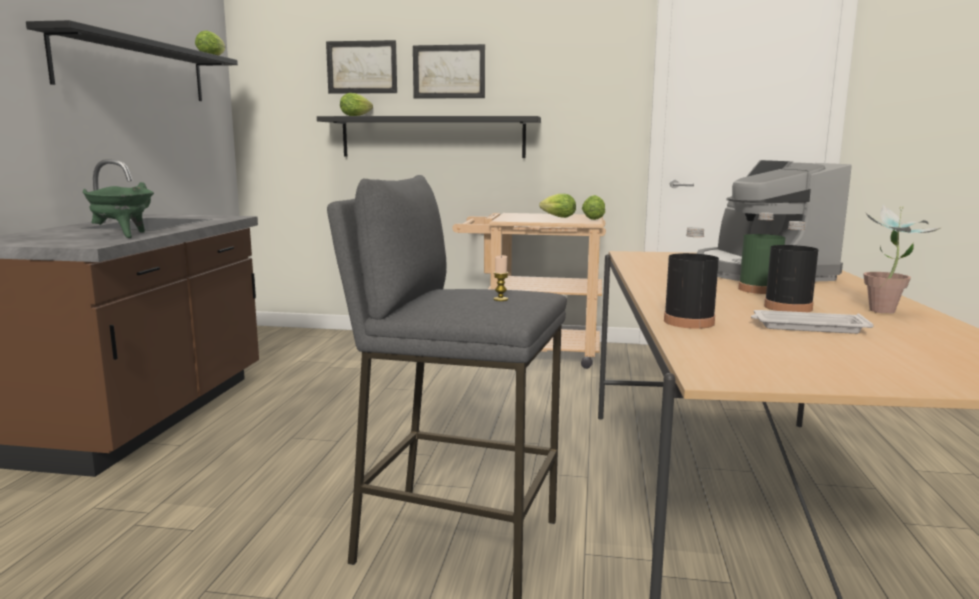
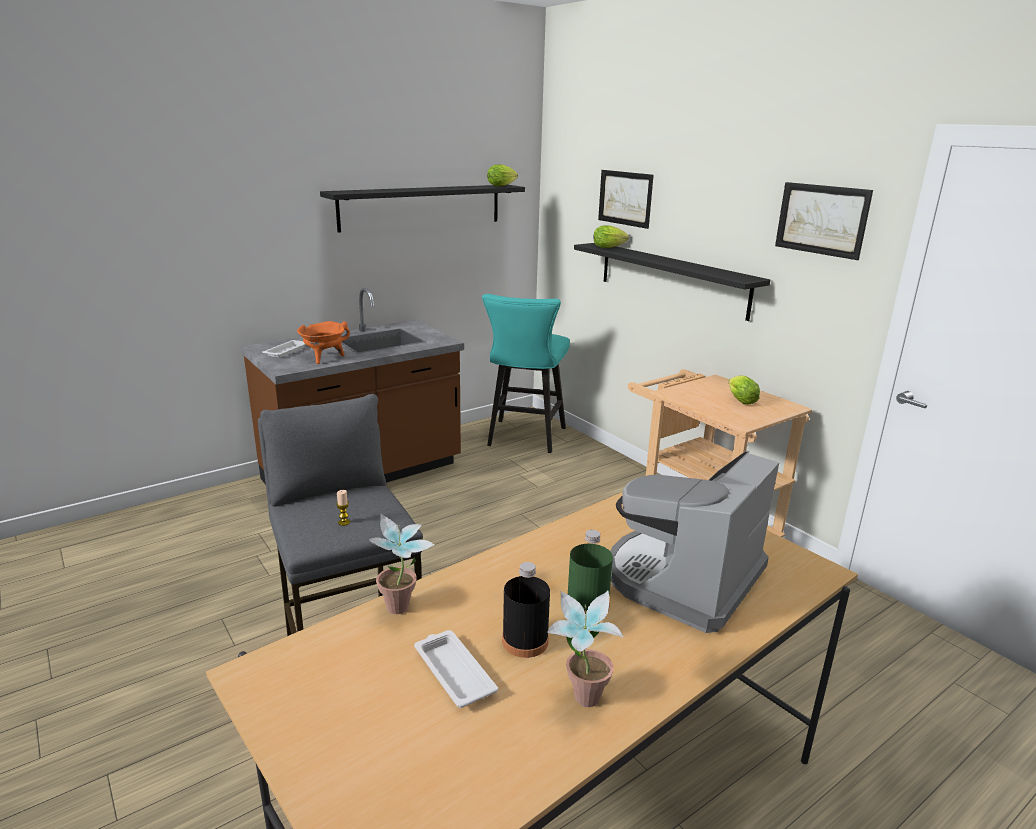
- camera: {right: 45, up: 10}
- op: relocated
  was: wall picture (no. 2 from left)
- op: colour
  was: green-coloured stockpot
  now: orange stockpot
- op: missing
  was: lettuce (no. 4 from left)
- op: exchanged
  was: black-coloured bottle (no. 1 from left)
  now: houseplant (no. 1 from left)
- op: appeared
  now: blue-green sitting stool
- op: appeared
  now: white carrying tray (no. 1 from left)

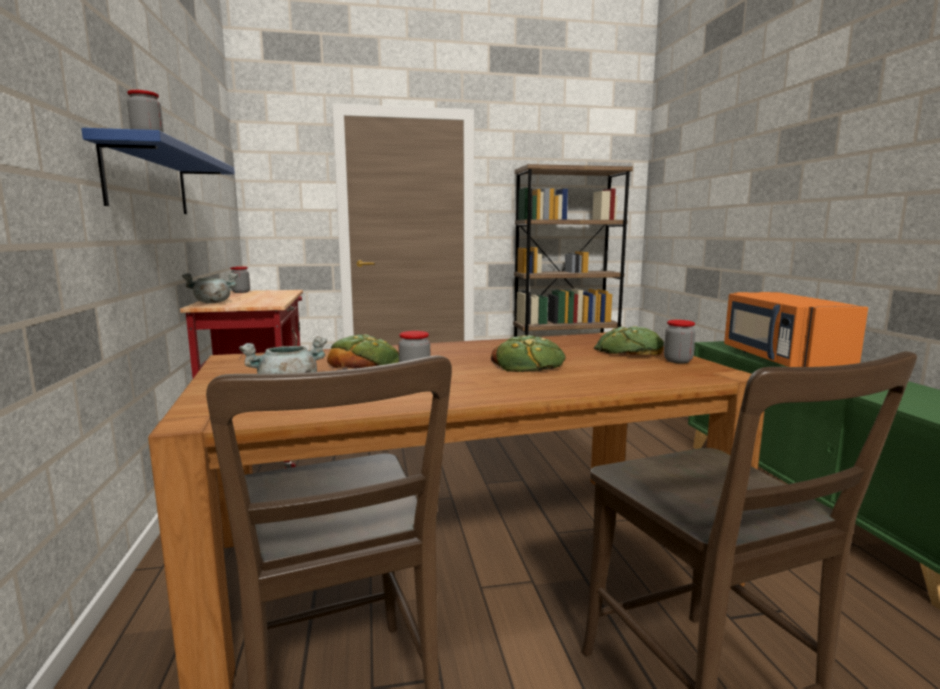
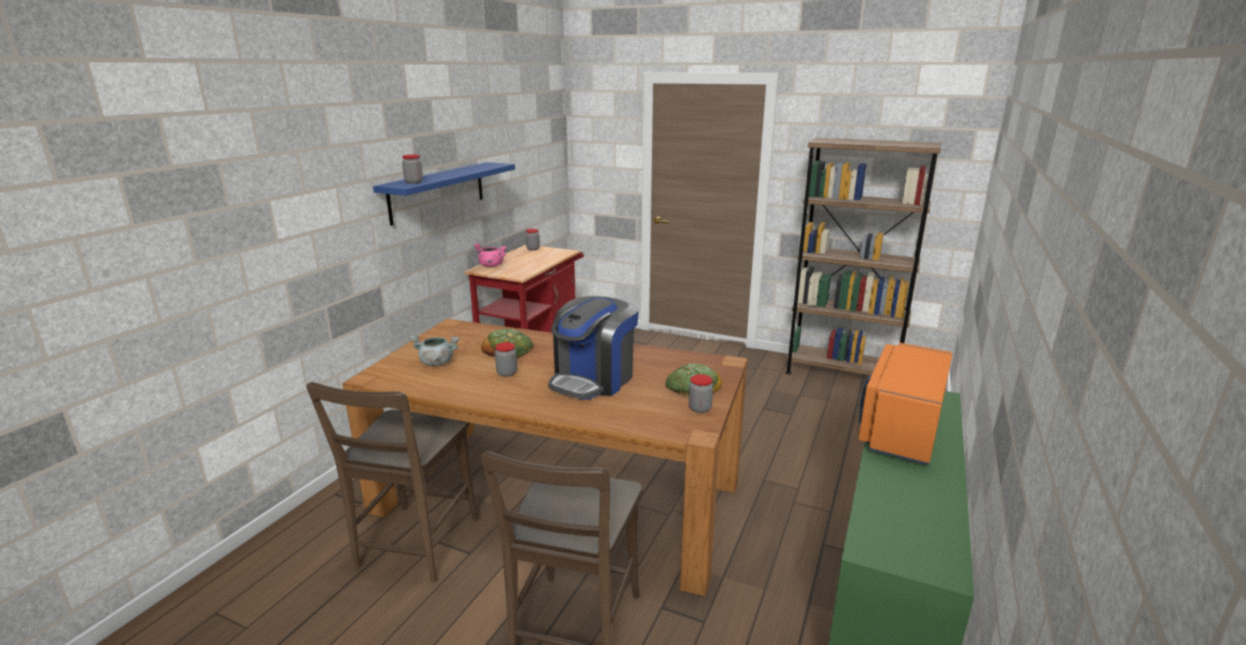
- camera: {right: 35, up: 10}
- op: colour
  was: grey stockpot (no. 1 from left)
  now: pinkish stockpot
- op: exchanged
  was: bakery bread (no. 2 from left)
  now: coffee machine

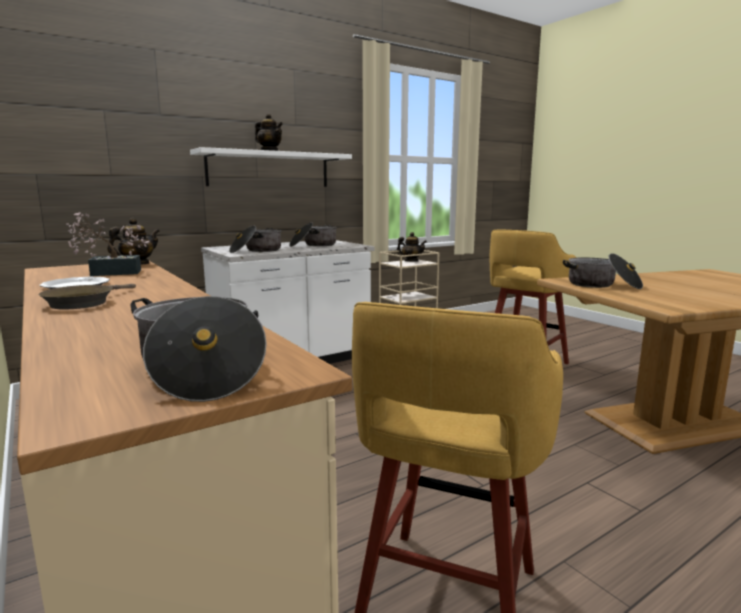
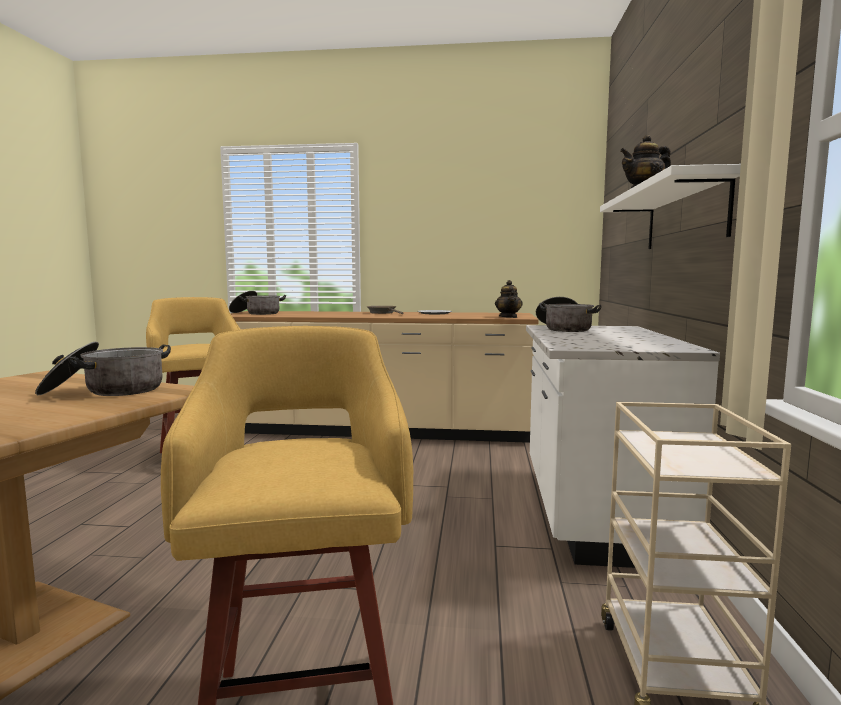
- camera: {right: 130, up: -5}
- op: missing
  was: houseplant
- op: missing
  was: stockpot (no. 3 from left)
- op: missing
  was: pot for tea (no. 3 from left)

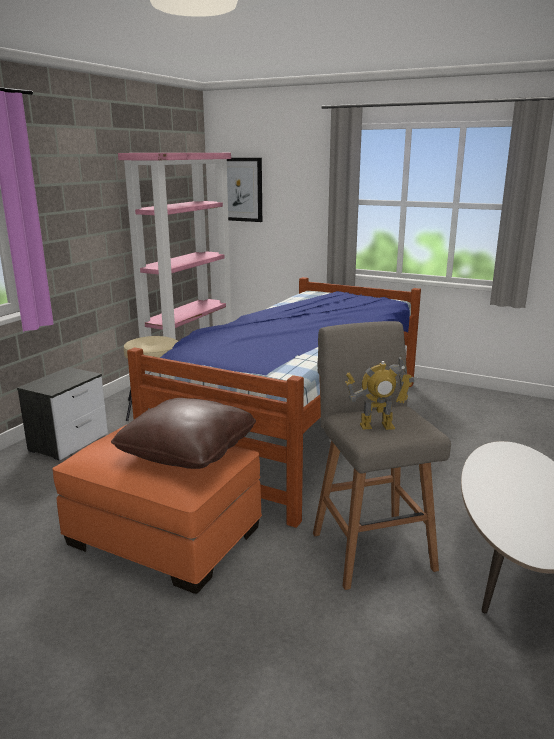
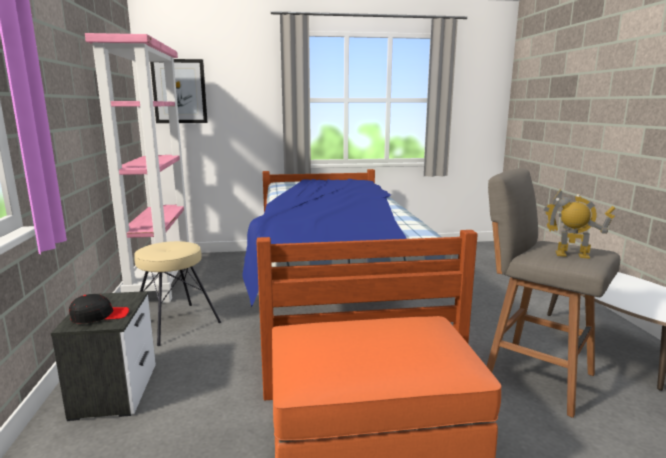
- camera: {right: -35, up: -5}
- op: spun
  was: model robot
  clockwise: -120
- op: missing
  was: brownish cushion
- op: appeared
  now: black-coloured baseball cap

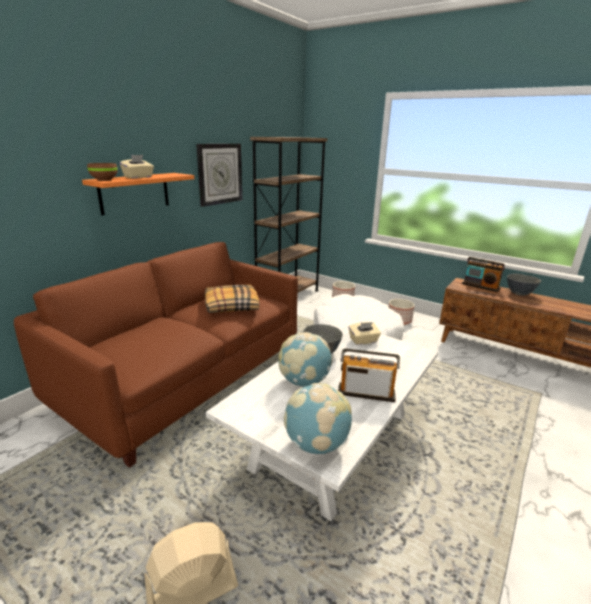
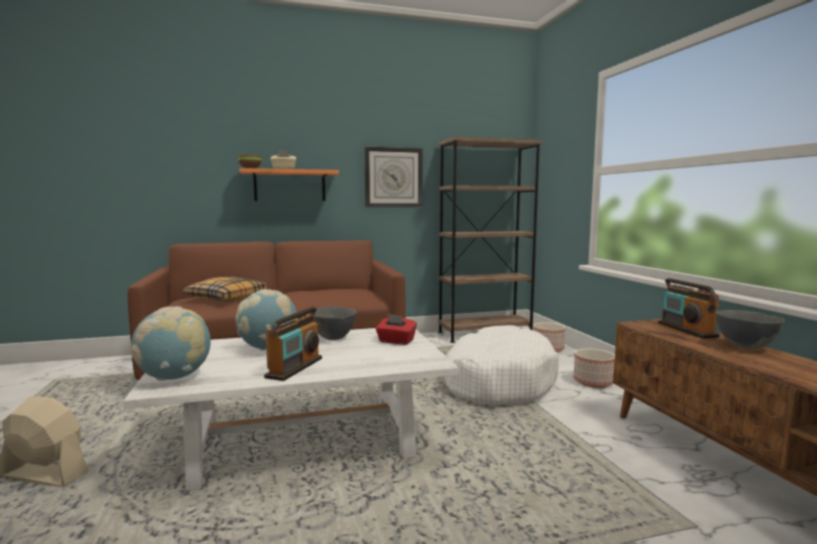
- camera: {right: 40, up: -15}
- op: relocated
  was: cushion
- op: colour
  was: sand-coloured box of tissues (no. 2 from left)
  now: red-coloured box of tissues
- op: spun
  was: radio receiver (no. 1 from left)
  clockwise: 60

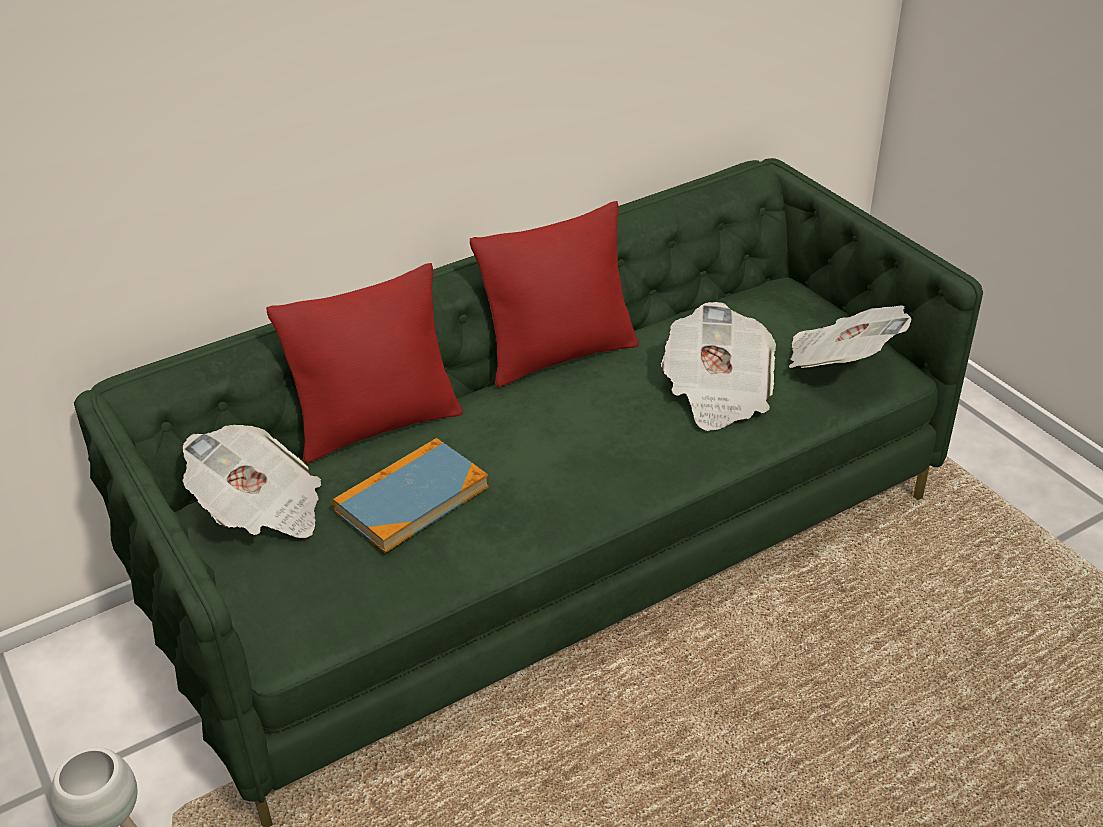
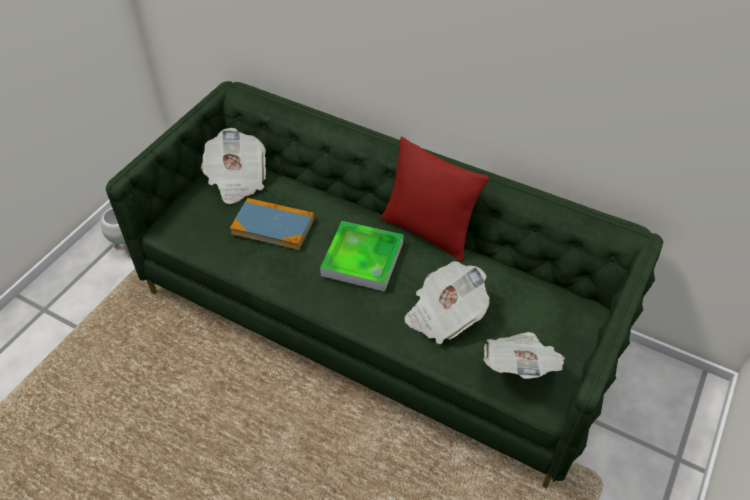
- camera: {right: 60, up: 10}
- op: missing
  was: red-coloured cushion (no. 1 from left)
- op: appeared
  now: carrying tray

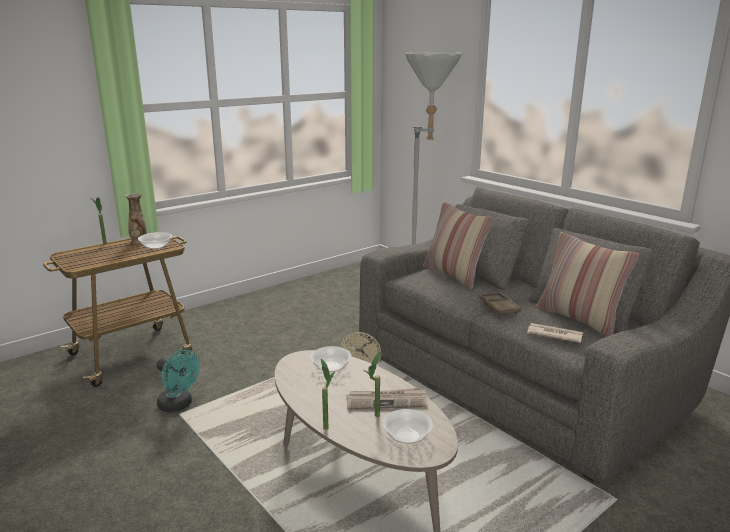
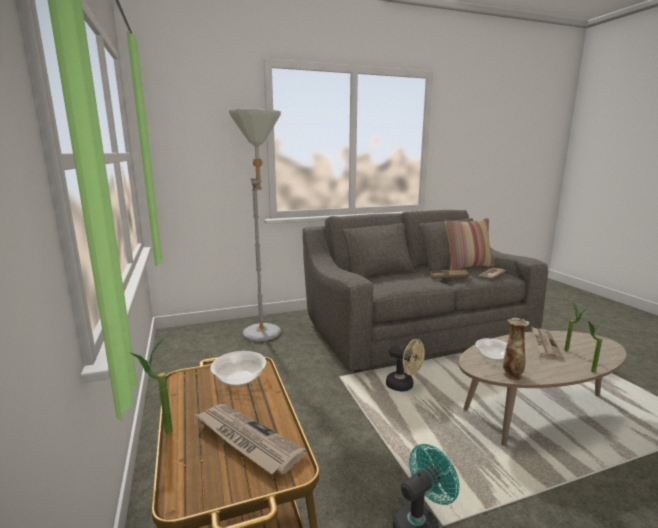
- camera: {right: -70, up: -5}
- op: relocated
  was: decorative vase
- op: missing
  was: cushion (no. 1 from left)
- op: missing
  was: serving bowl (no. 3 from left)
- op: appeared
  now: newspaper (no. 1 from left)

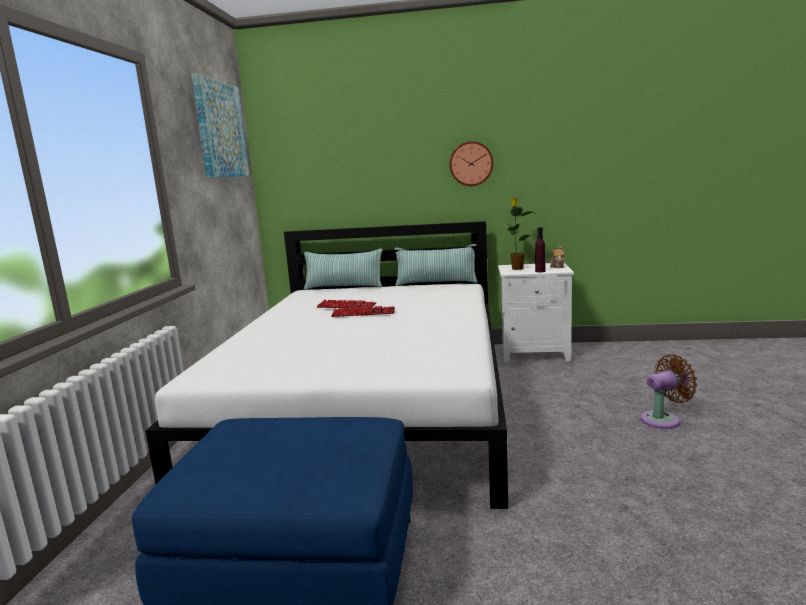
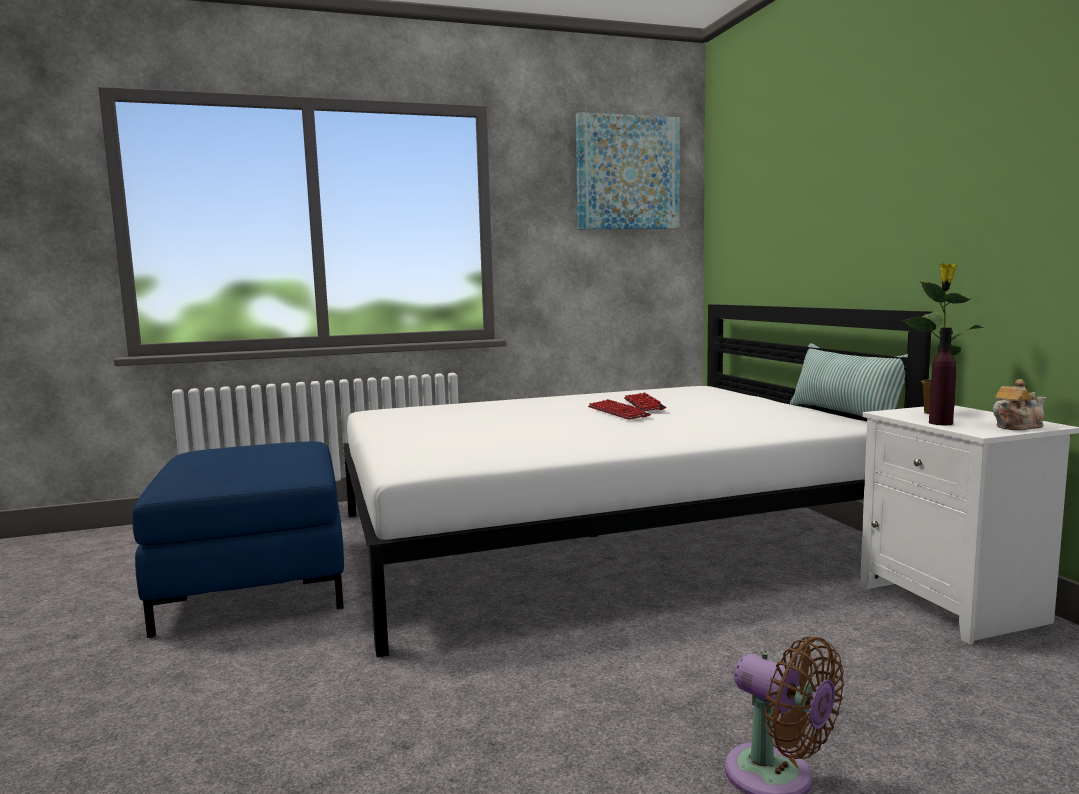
- camera: {right: 65, up: -5}
- op: missing
  was: clock on the wall
- op: missing
  was: cushion (no. 1 from left)

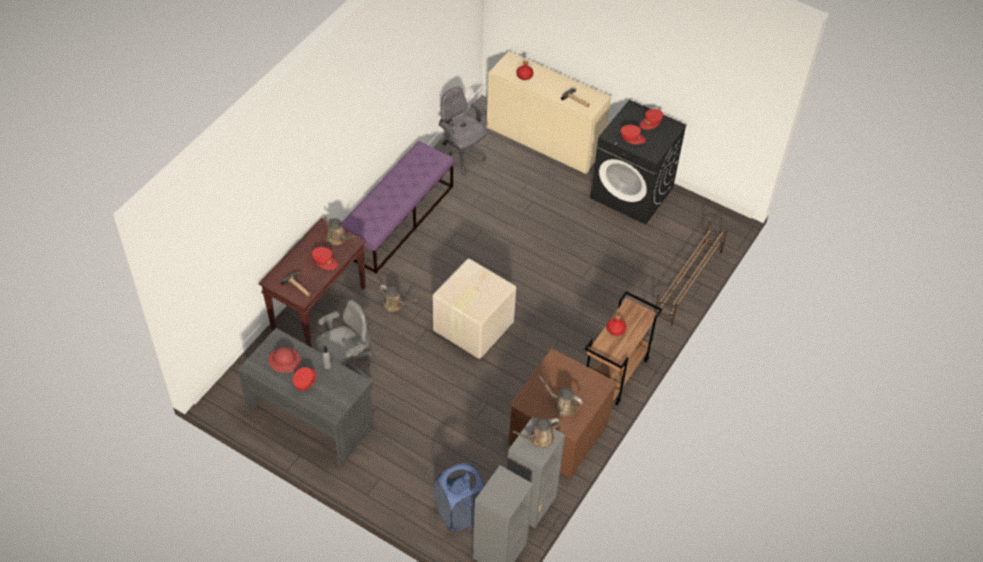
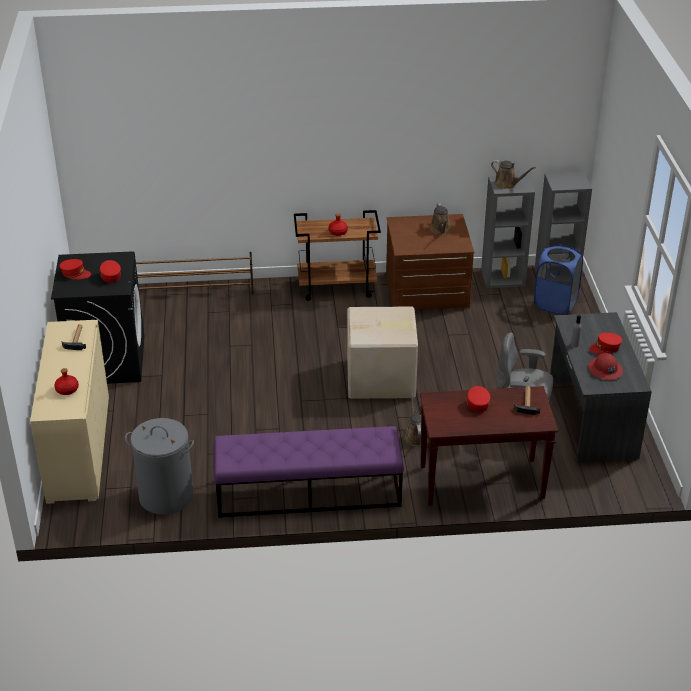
- camera: {right: -125, up: -15}
- op: exchanged
  was: grey computer chair (no. 2 from left)
  now: grey hamper
- op: missing
  was: brownish watering can (no. 1 from left)

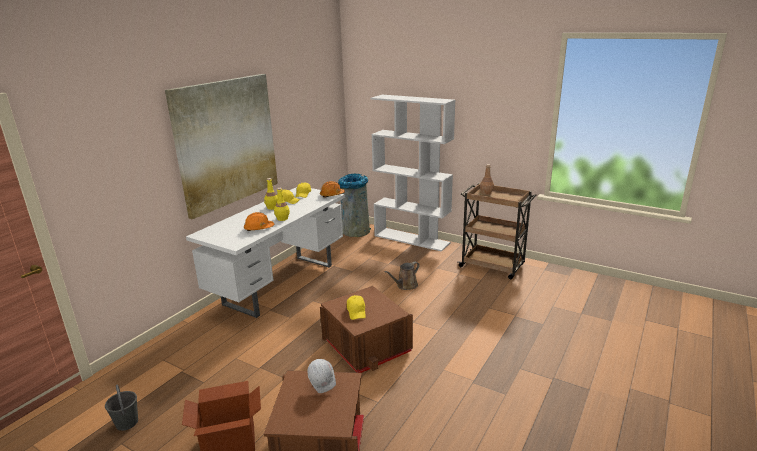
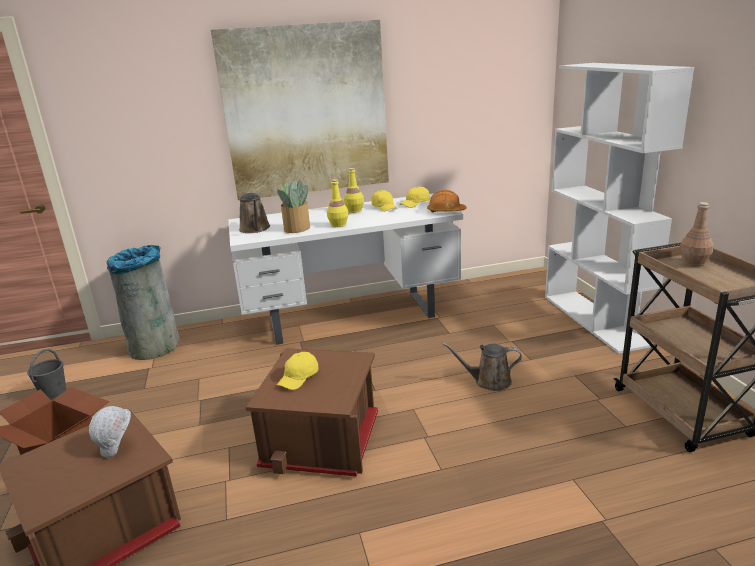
- camera: {right: 45, up: 0}
- op: relocated
  was: grey waste bin
- op: exchanged
  was: orange hard hat (no. 1 from left)
  now: houseplant
- op: appeared
  now: brownish watering can (no. 1 from left)

